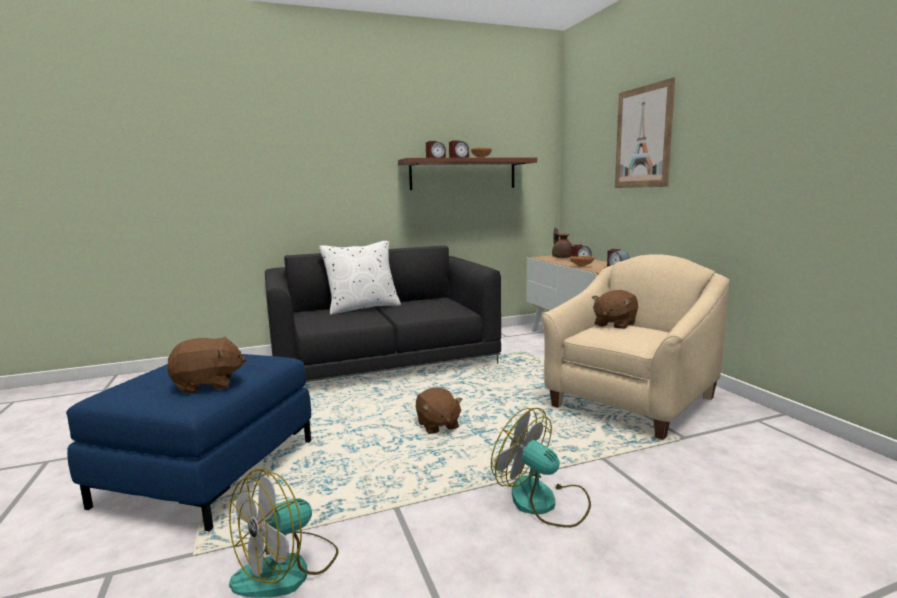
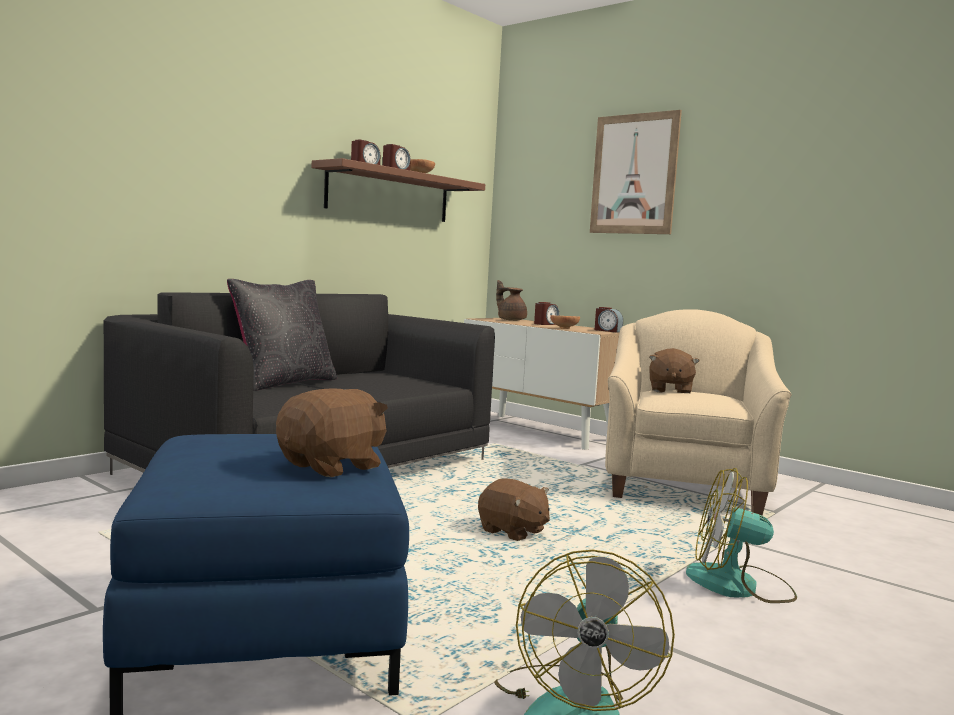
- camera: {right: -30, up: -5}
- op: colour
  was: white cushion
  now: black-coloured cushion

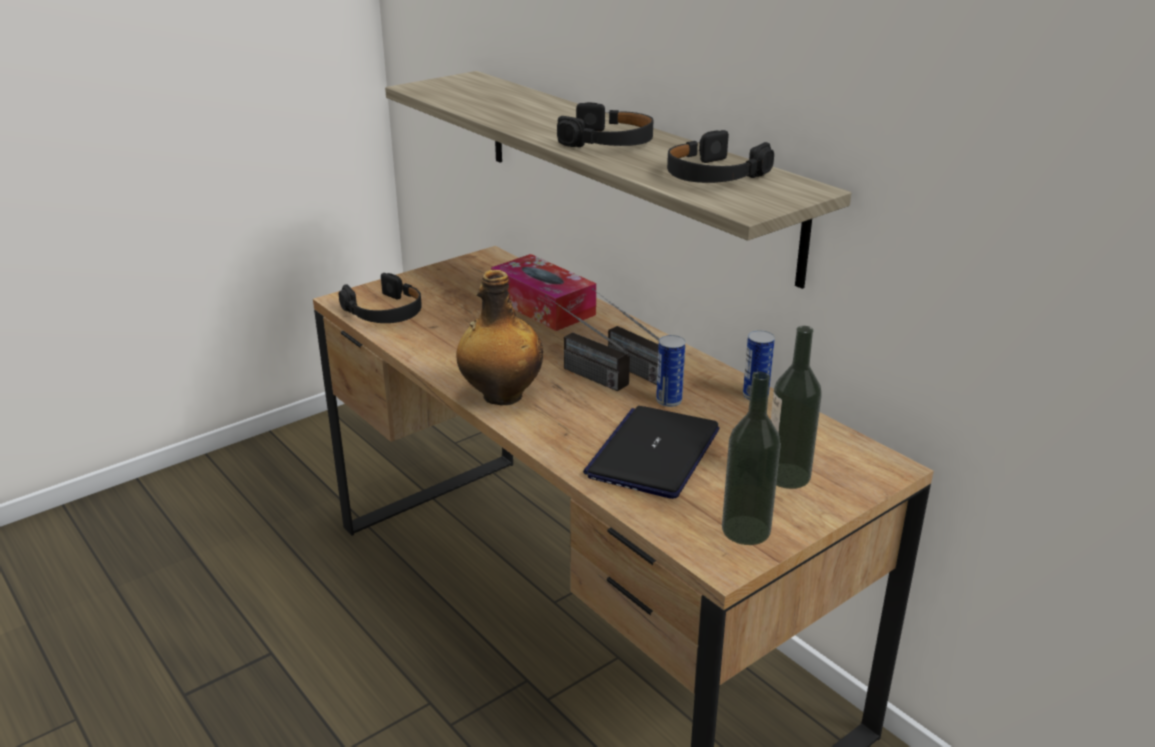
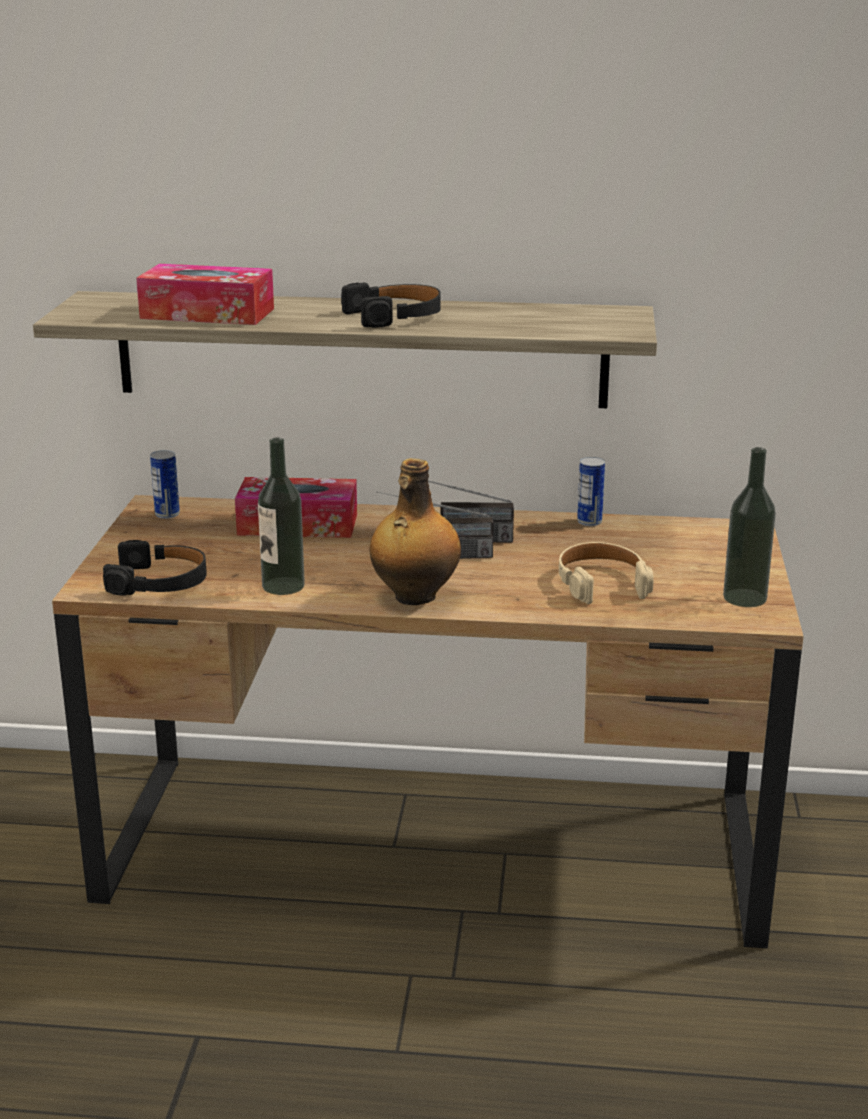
- camera: {right: -45, up: -5}
- op: missing
  was: black-coloured headset (no. 3 from left)
- op: relocated
  was: bottle (no. 3 from left in the first image)
  now: bottle (no. 1 from left)
- op: relocated
  was: metal can (no. 1 from left)
- op: exchanged
  was: portable computer
  now: sand-coloured headset
- op: appeared
  now: box of tissues (no. 1 from left)

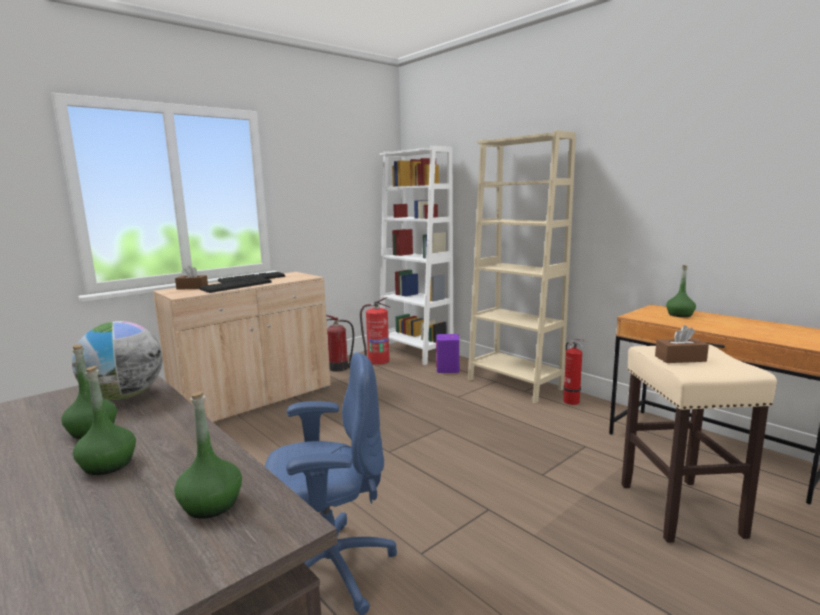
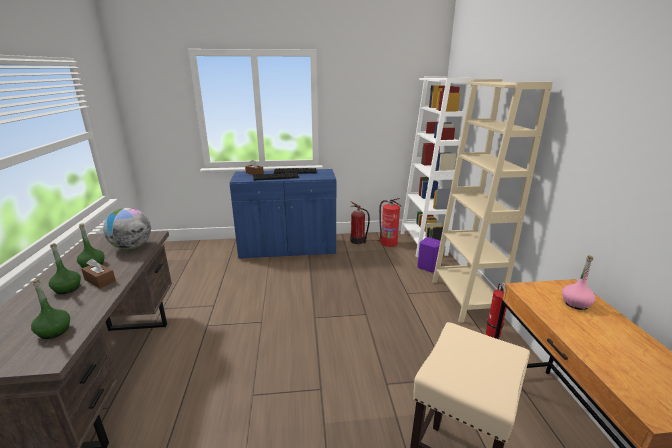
- camera: {right: 35, up: 10}
- op: colour
  was: green-coloured bottle (no. 4 from left)
  now: pinkish bottle
- op: colour
  was: sand-coloured cabinet
  now: bluish cabinet
- op: relocated
  was: brownish box of tissues (no. 2 from left in the first image)
  now: brownish box of tissues (no. 1 from left)
- op: missing
  was: bluish computer chair

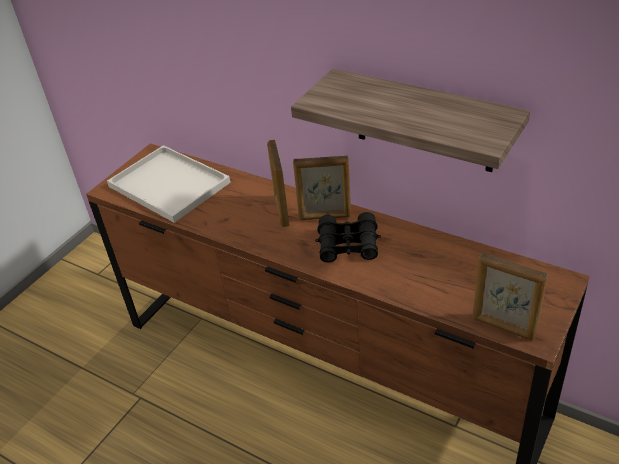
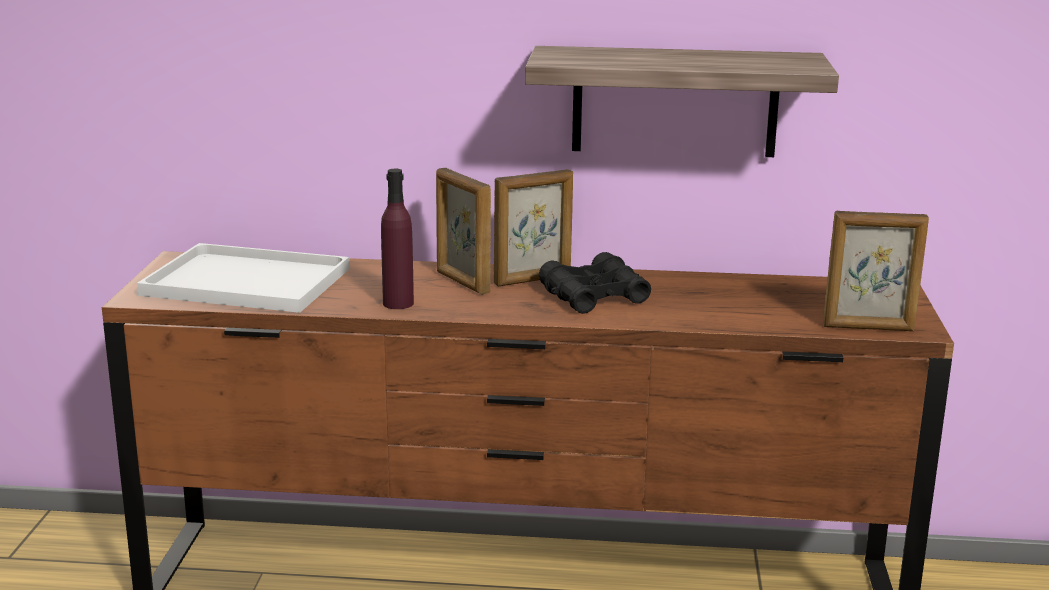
- camera: {right: -30, up: -20}
- op: appeared
  now: purplish bottle

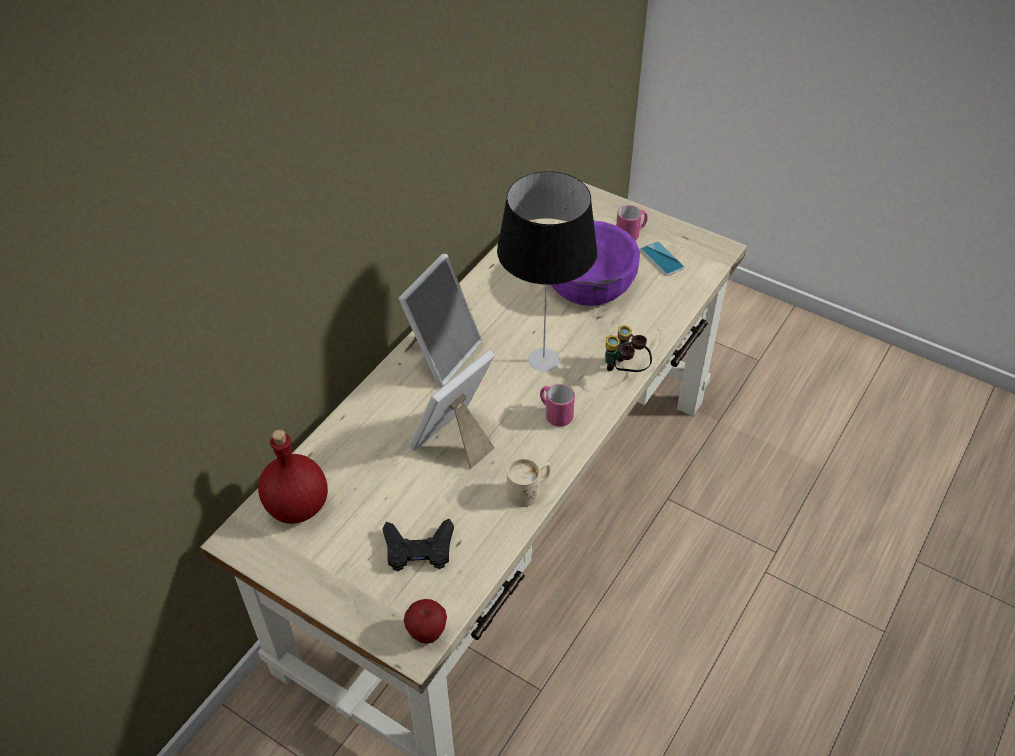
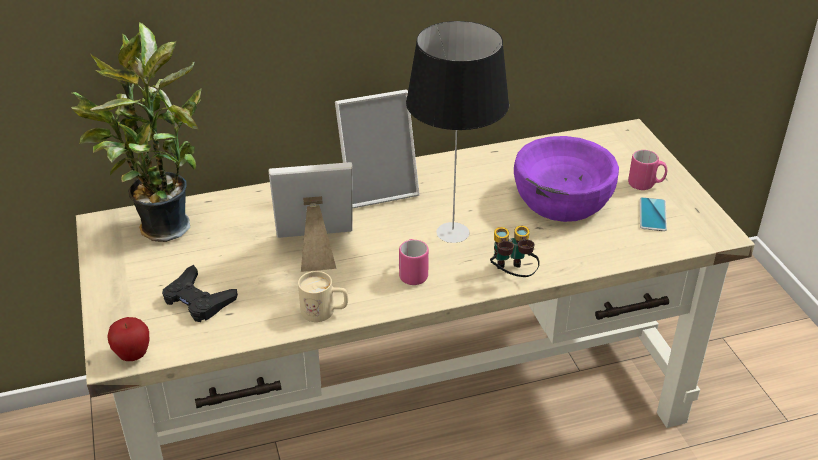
- camera: {right: 40, up: -10}
- op: exchanged
  was: red-coloured bottle
  now: houseplant

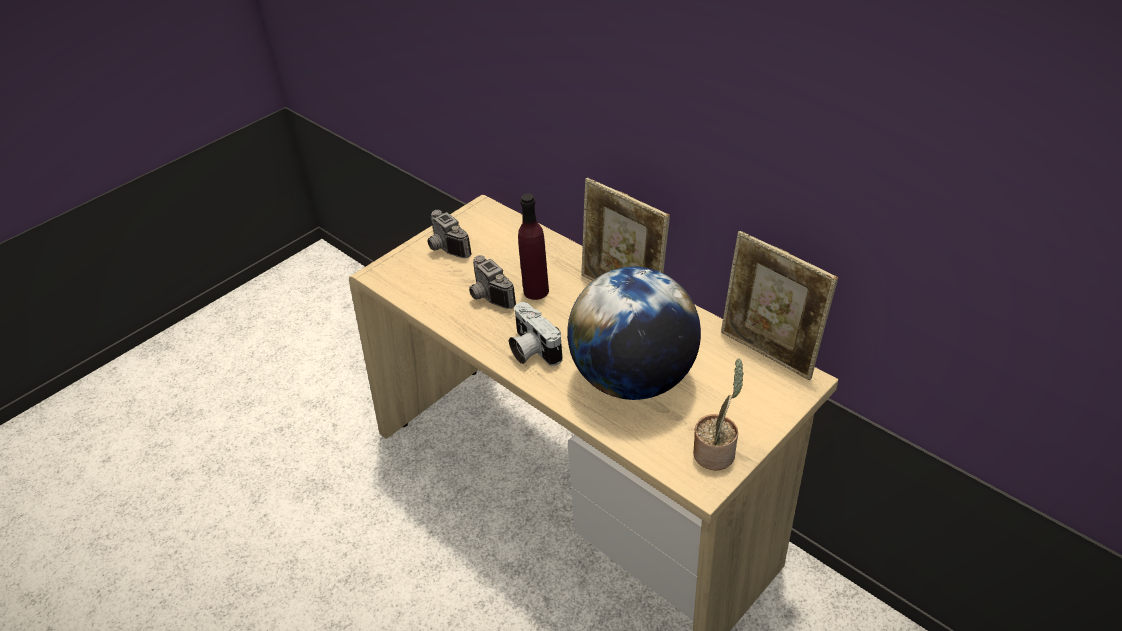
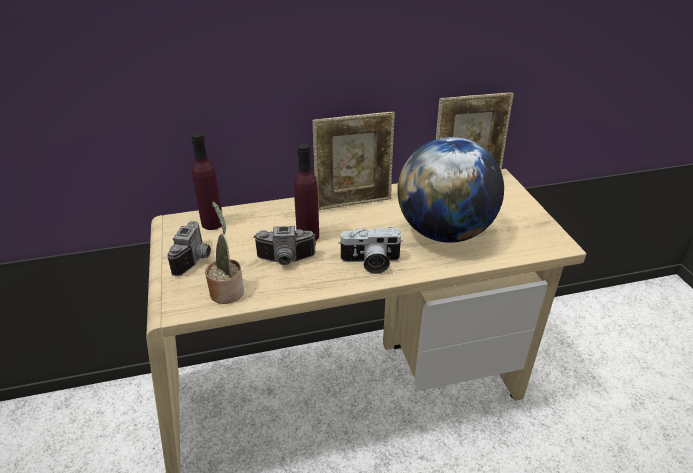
- camera: {right: -60, up: -5}
- op: spun
  was: photo camera (no. 1 from left)
  clockwise: -75
- op: relocated
  was: houseplant
- op: appeared
  now: purplish bottle (no. 1 from left)

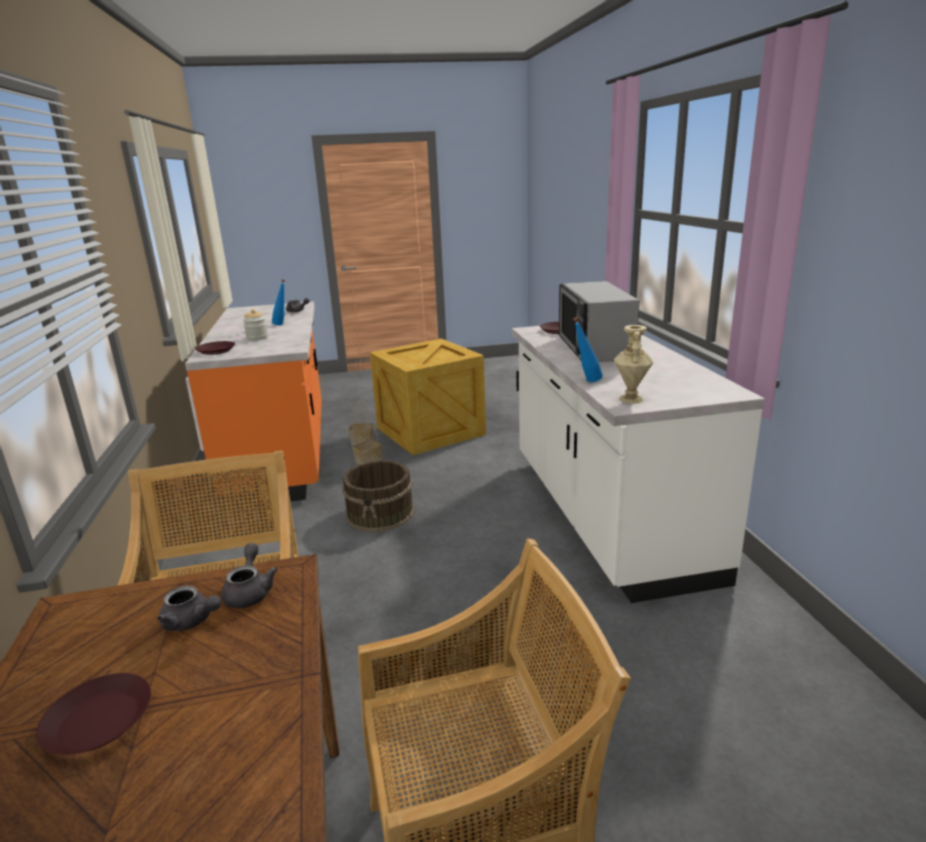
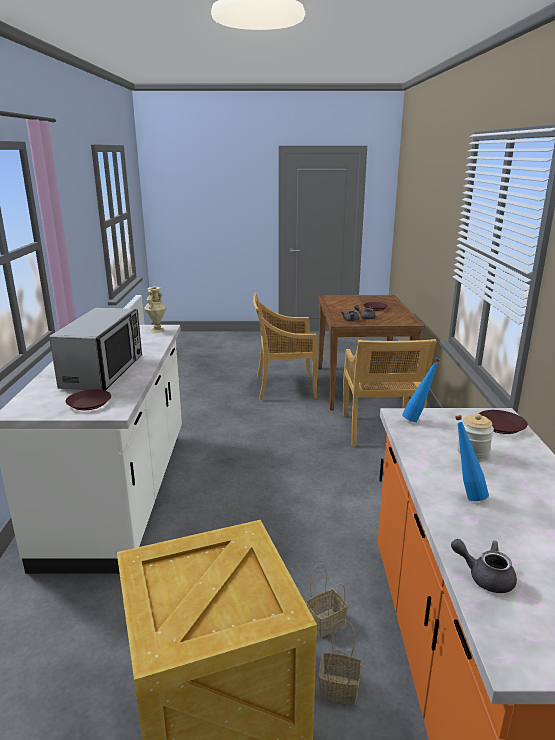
- camera: {right: -170, up: 0}
- op: relocated
  was: bluish bottle (no. 2 from left in the first image)
  now: bluish bottle (no. 1 from left)
- op: missing
  was: brownish pail

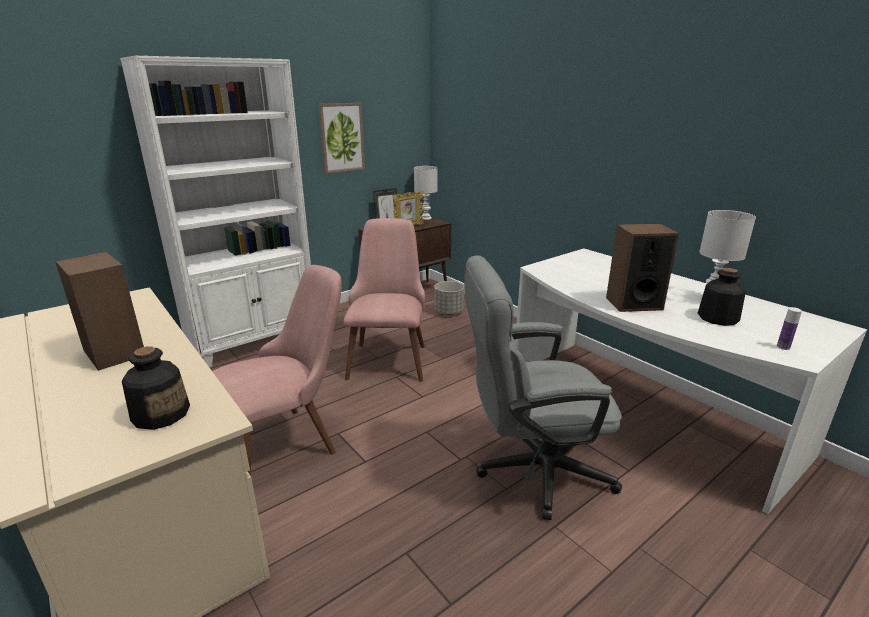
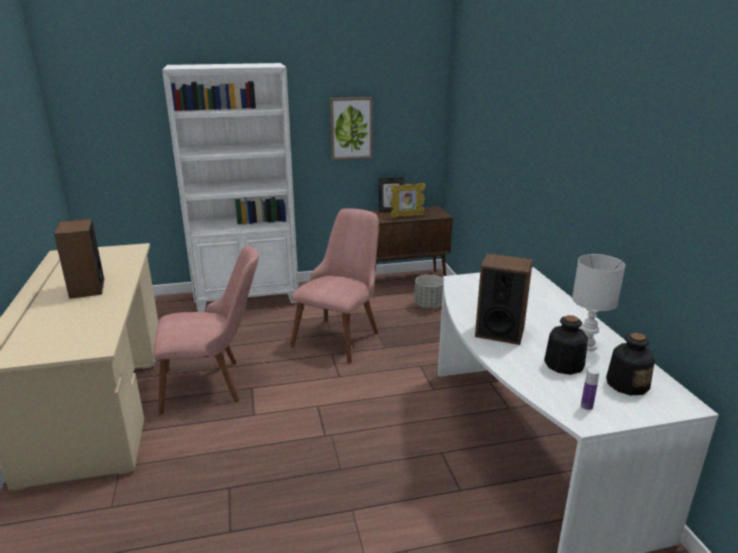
- camera: {right: 25, up: 0}
- op: missing
  was: white lamp for a table (no. 1 from left)
- op: missing
  was: grey computer chair
- op: relocated
  was: bottle (no. 1 from left in the first image)
  now: bottle (no. 3 from left)

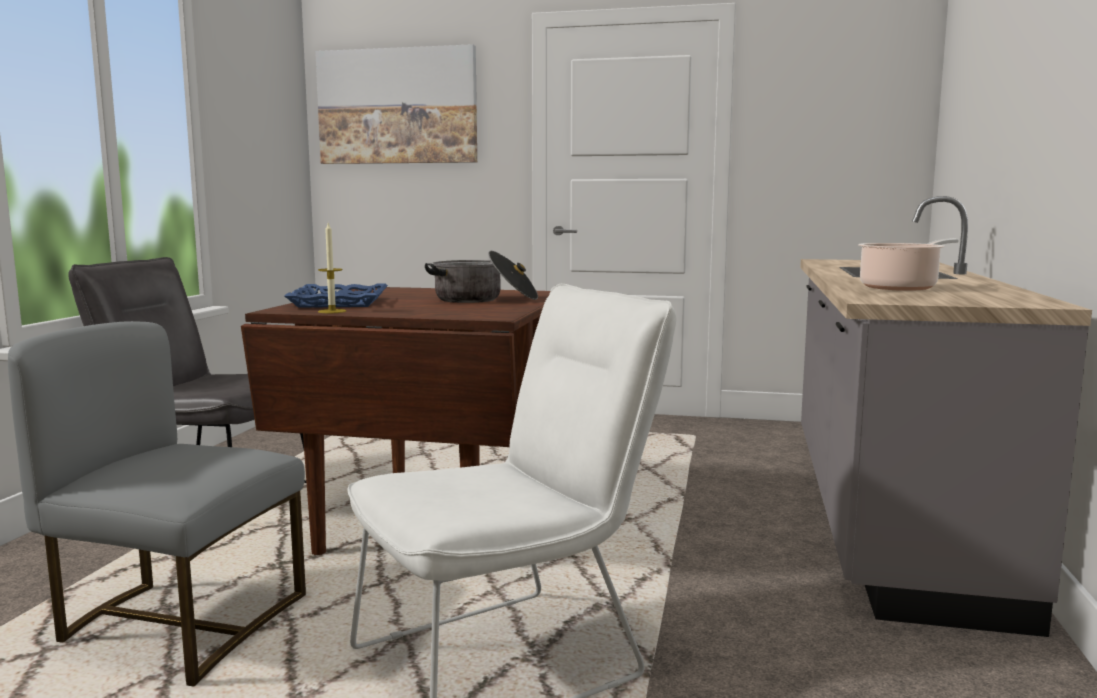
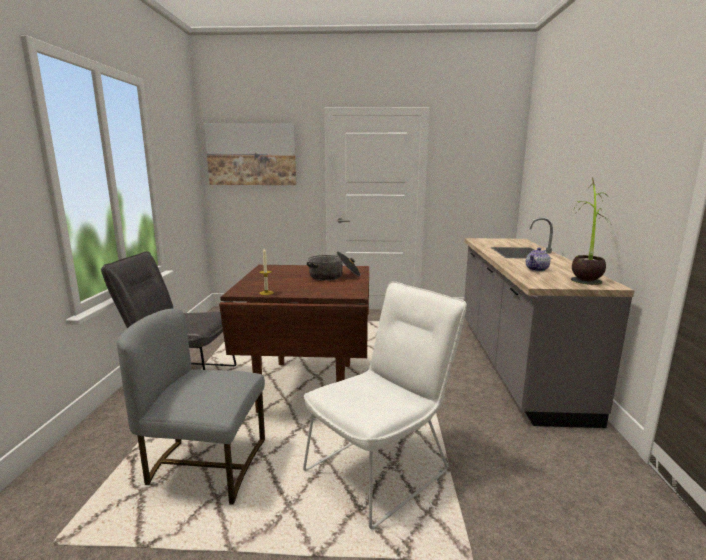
- camera: {right: -10, up: 5}
- op: exchanged
  was: stockpot (no. 2 from left)
  now: pot for tea
- op: missing
  was: bluish carrying tray
- op: appeared
  now: houseplant

